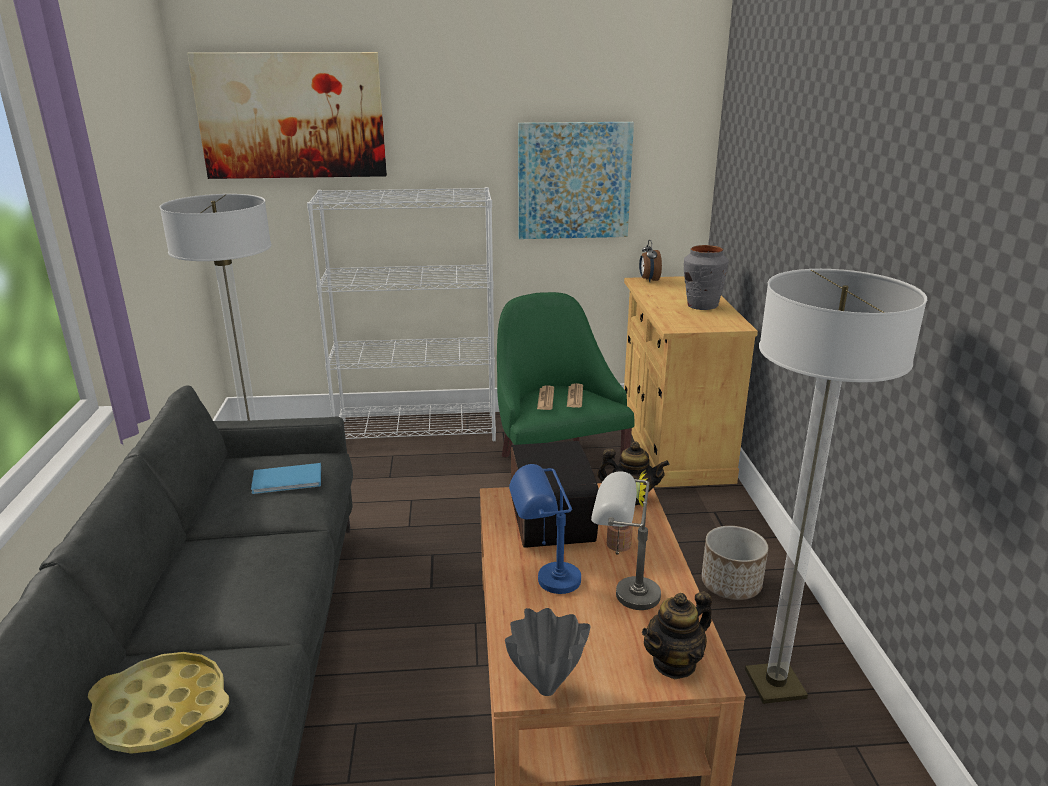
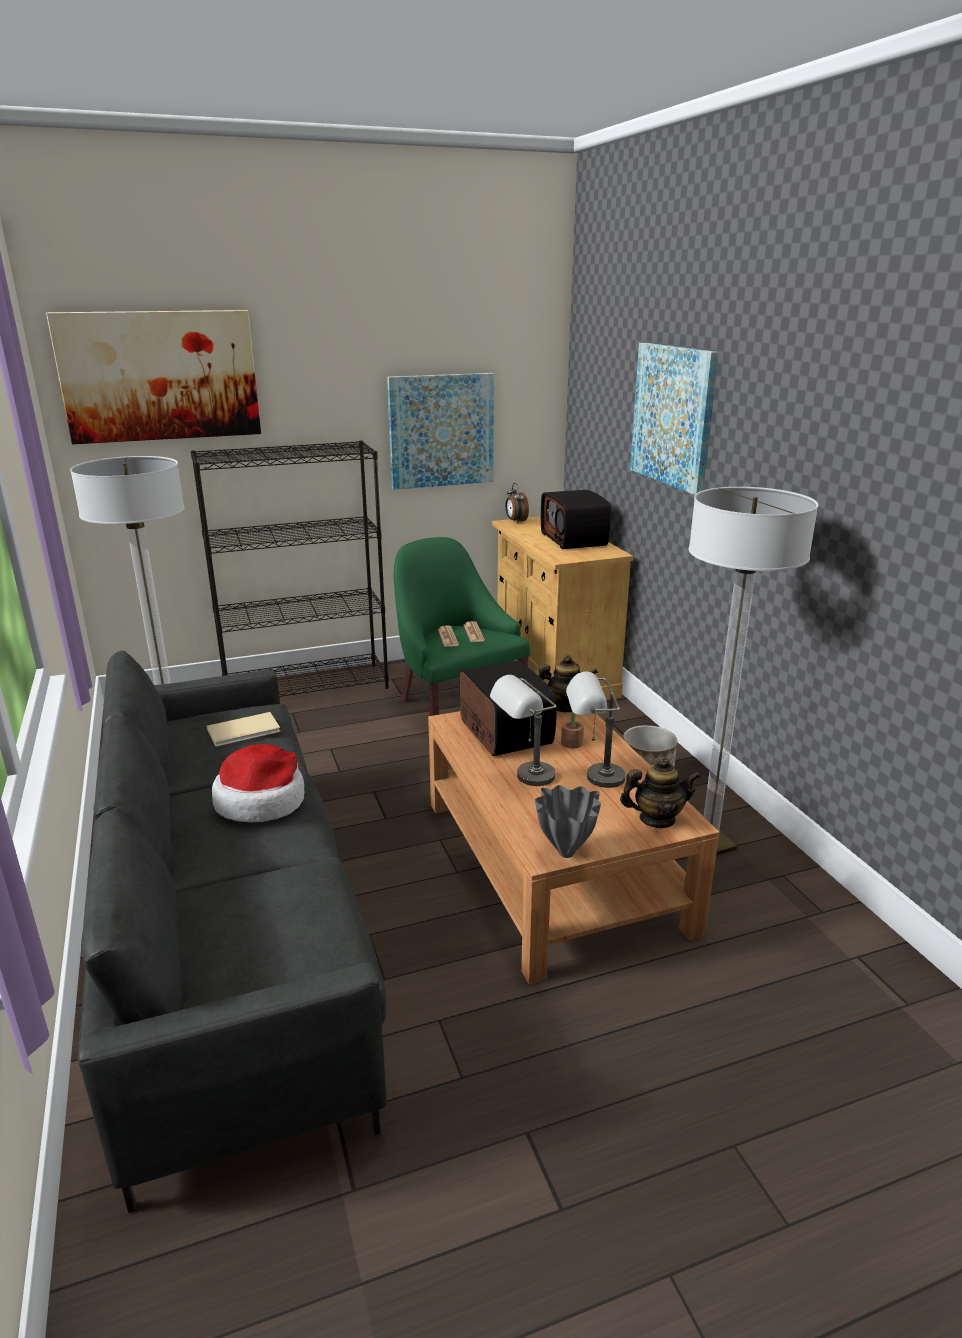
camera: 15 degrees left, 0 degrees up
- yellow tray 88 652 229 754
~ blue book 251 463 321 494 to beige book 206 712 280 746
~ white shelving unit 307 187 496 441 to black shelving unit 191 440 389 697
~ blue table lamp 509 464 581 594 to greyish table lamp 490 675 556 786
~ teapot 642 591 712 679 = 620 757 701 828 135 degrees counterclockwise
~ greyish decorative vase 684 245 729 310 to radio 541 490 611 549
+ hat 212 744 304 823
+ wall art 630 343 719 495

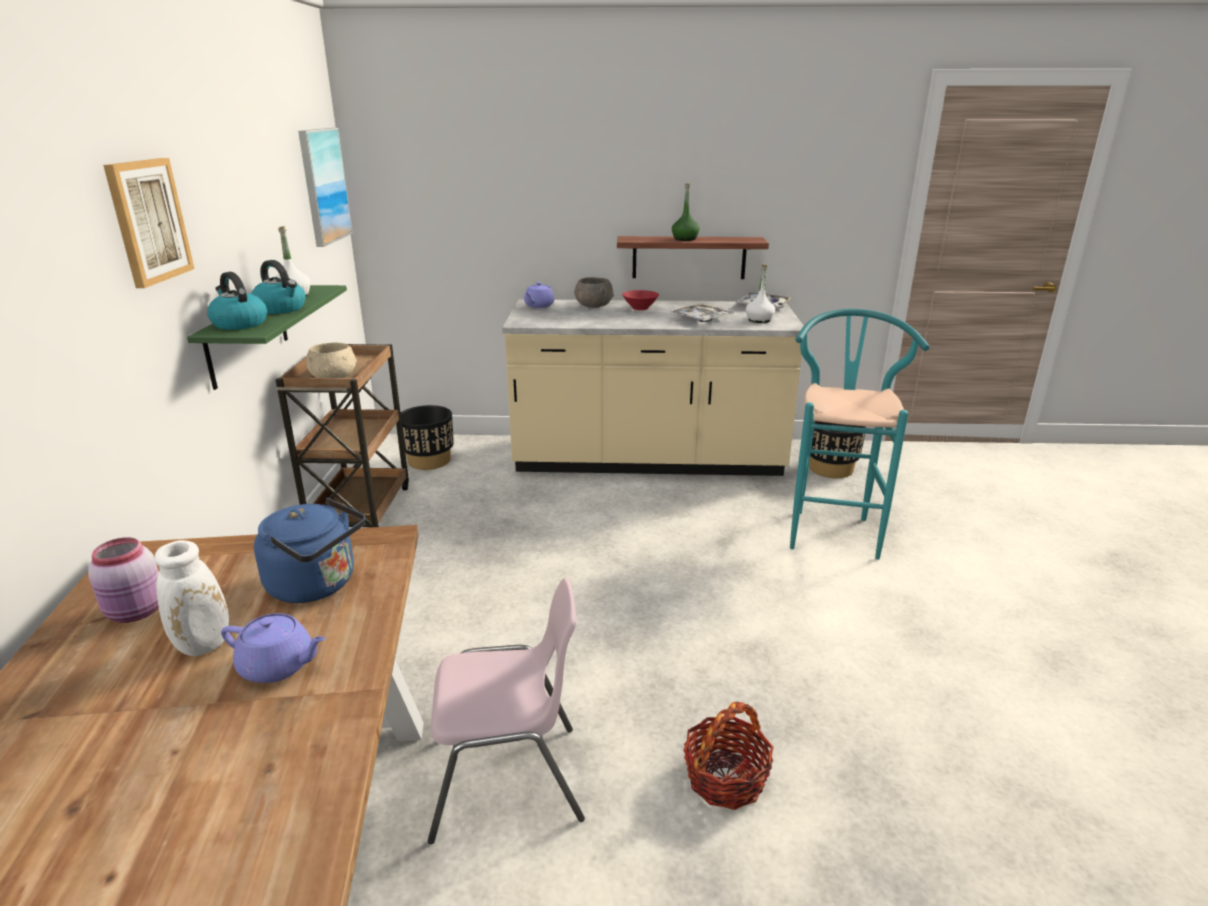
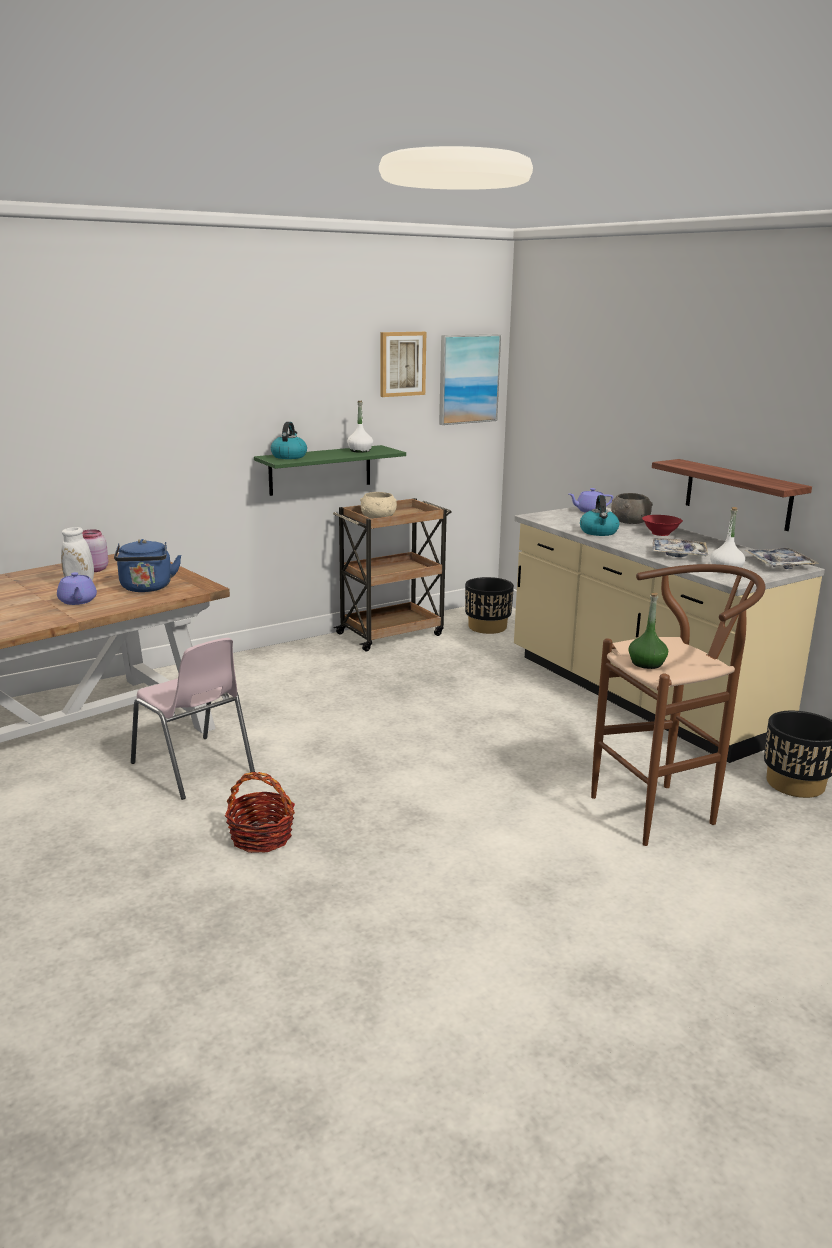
camera: 55 degrees right, 5 degrees down
~ wall art 103 158 194 288 to 380 332 426 397
~ water kettle 251 260 306 314 to 580 495 619 536
~ green beverage bottle 672 183 700 241 to 628 593 668 669
~ blue-green stool 790 309 930 560 to brownish stool 591 564 765 846

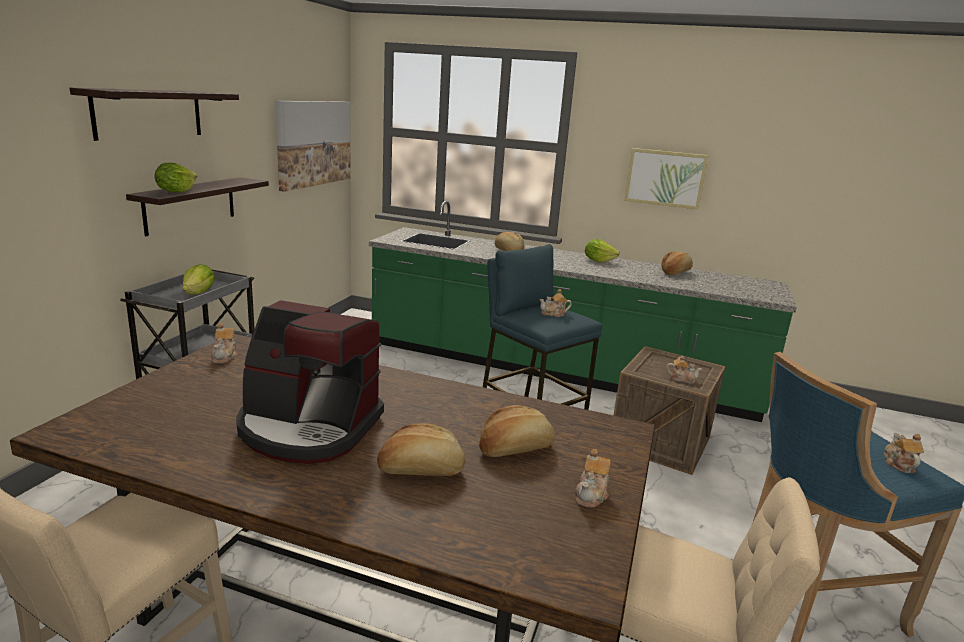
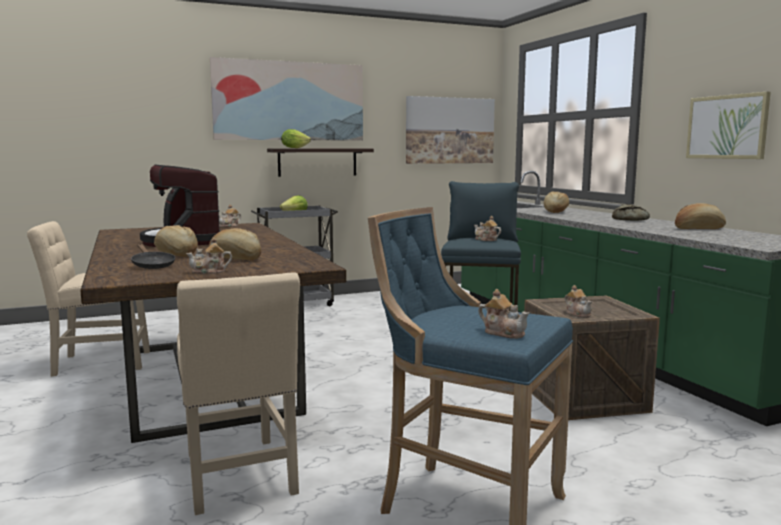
camera: 50 degrees right, 10 degrees down
~ wall shelf 70 88 239 141 to wall art 210 57 363 141
~ lettuce head 585 239 620 262 to bakery bread 612 204 650 221
~ teapot 884 433 924 473 = 478 289 529 339 75 degrees clockwise
+ black skillet 131 244 175 269

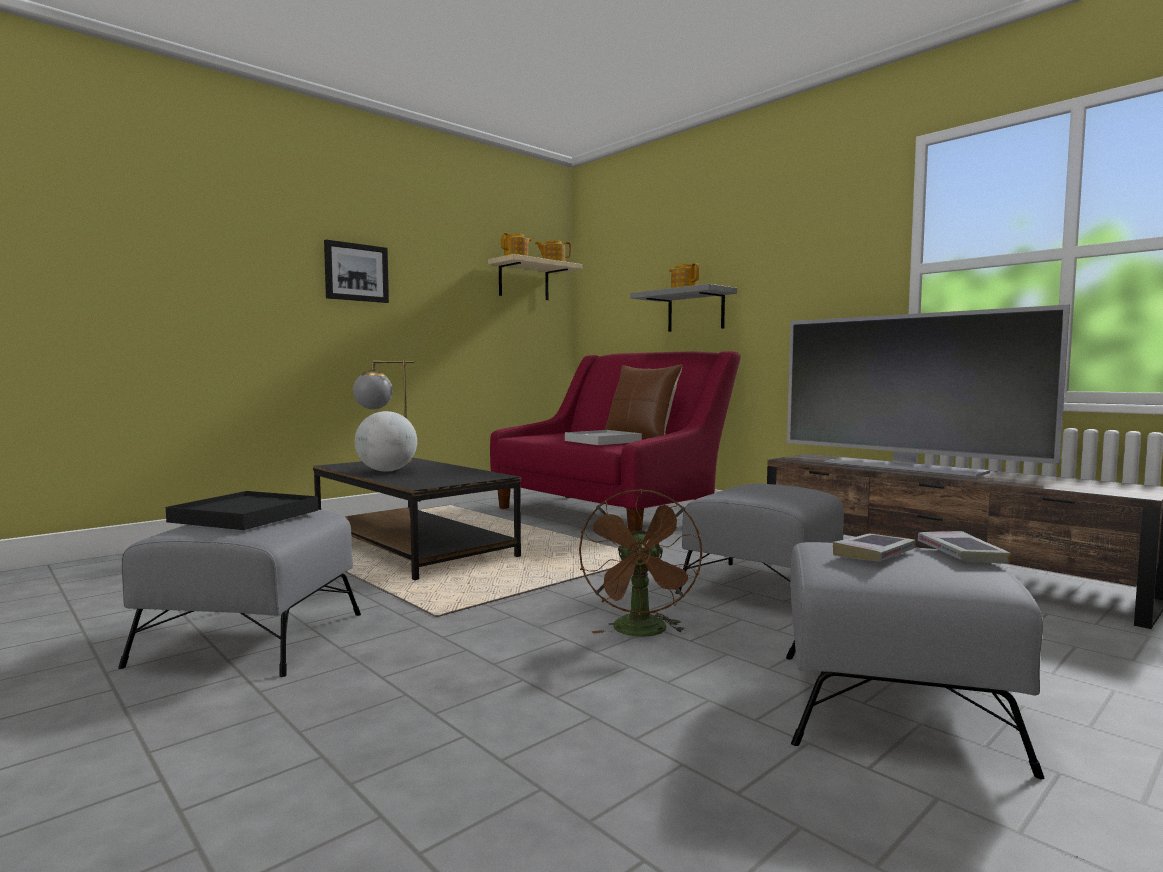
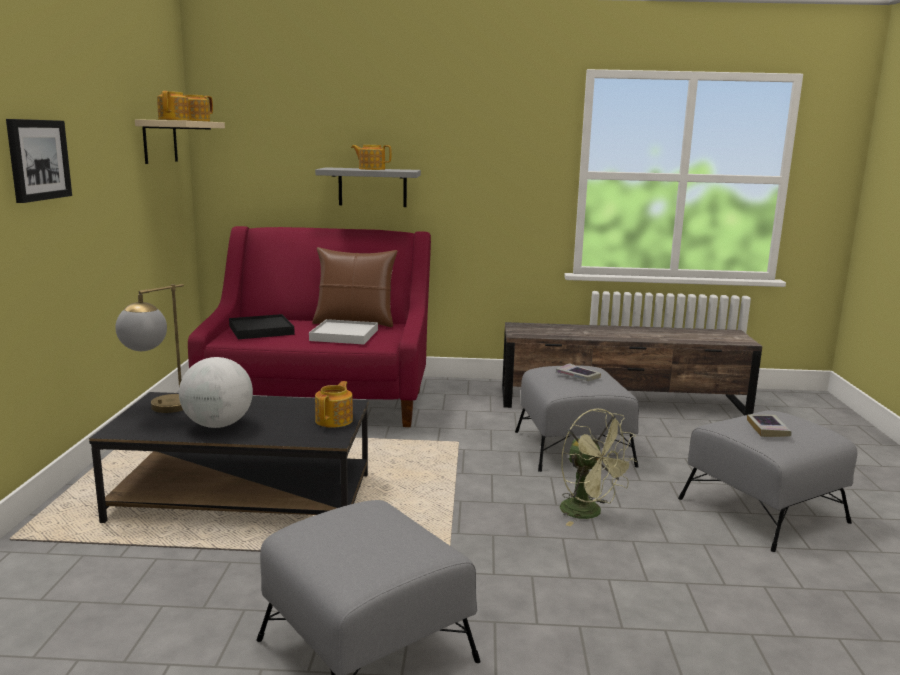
camera: 45 degrees left, 10 degrees up
~ black tray 166 491 318 530 to 229 314 295 339
~ brownish fan 579 489 702 637 to green fan 560 408 637 526
- TV set 787 305 1070 478
~ book 918 531 1011 564 to 556 363 601 381
+ teapot 315 381 353 428

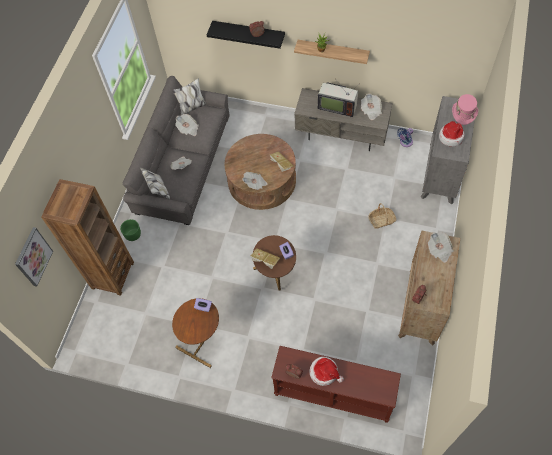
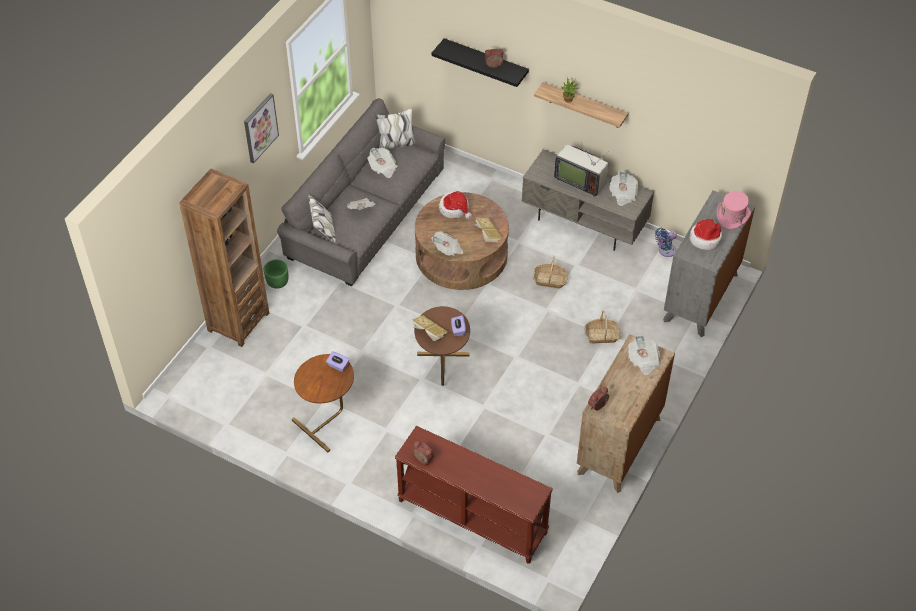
camera: 10 degrees right, 10 degrees down
~ wall art 15 227 53 287 to 244 93 279 164
~ hat 310 357 344 386 to 439 191 472 219
+ basket 533 256 568 288

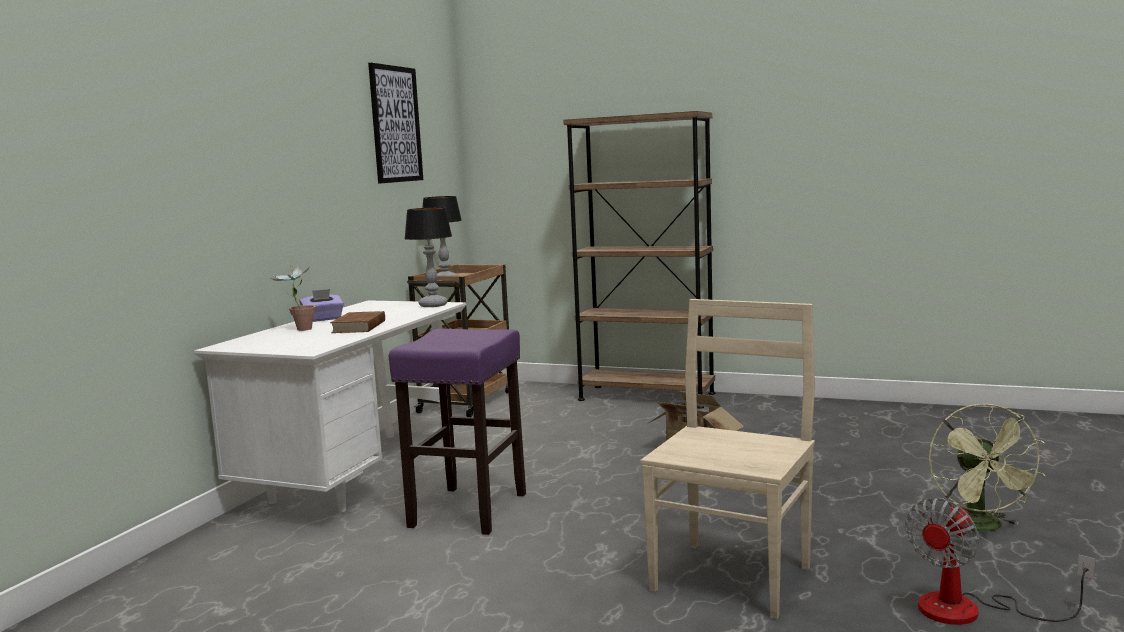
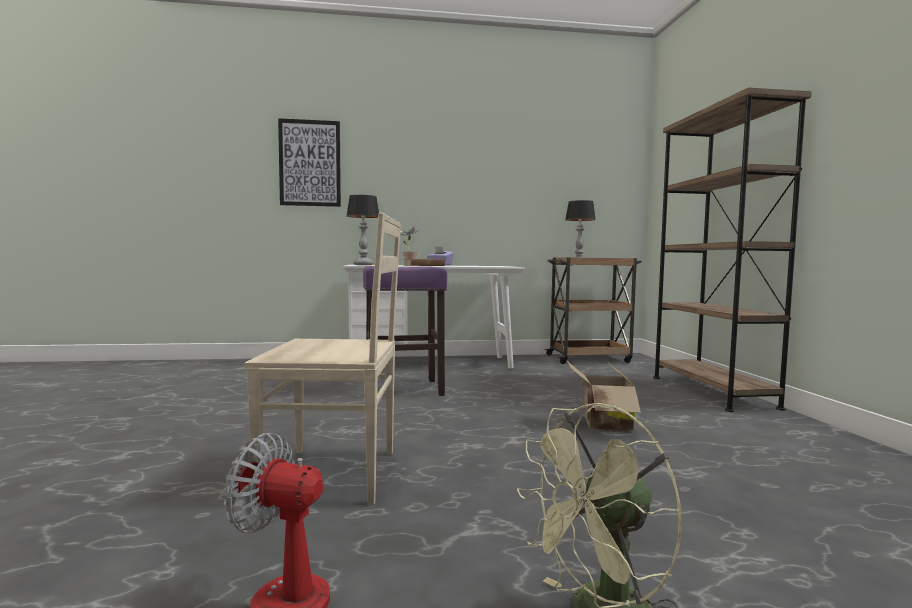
camera: 60 degrees right, 5 degrees down
~ wall art 368 63 423 184 to 278 118 341 207
~ table lamp 404 207 452 307 to 347 195 379 265

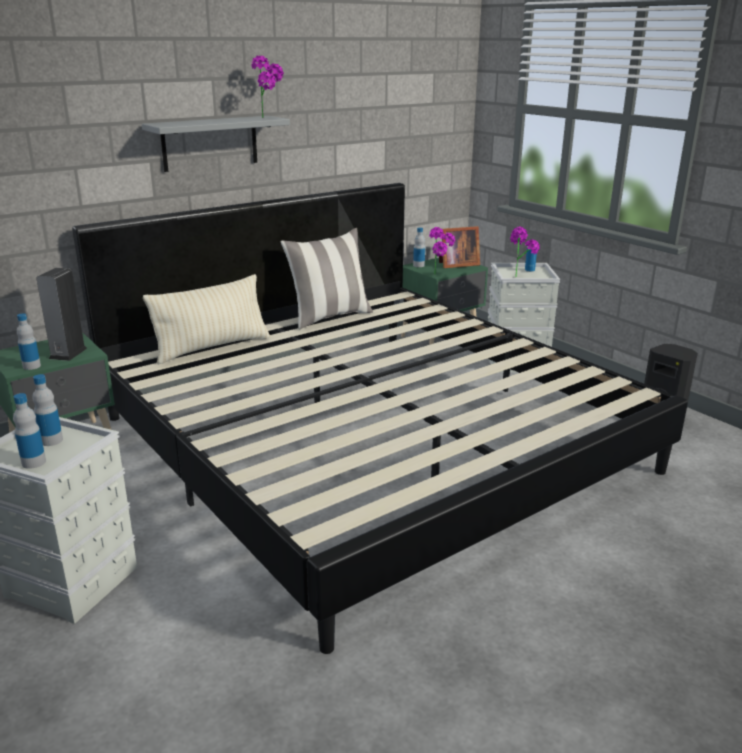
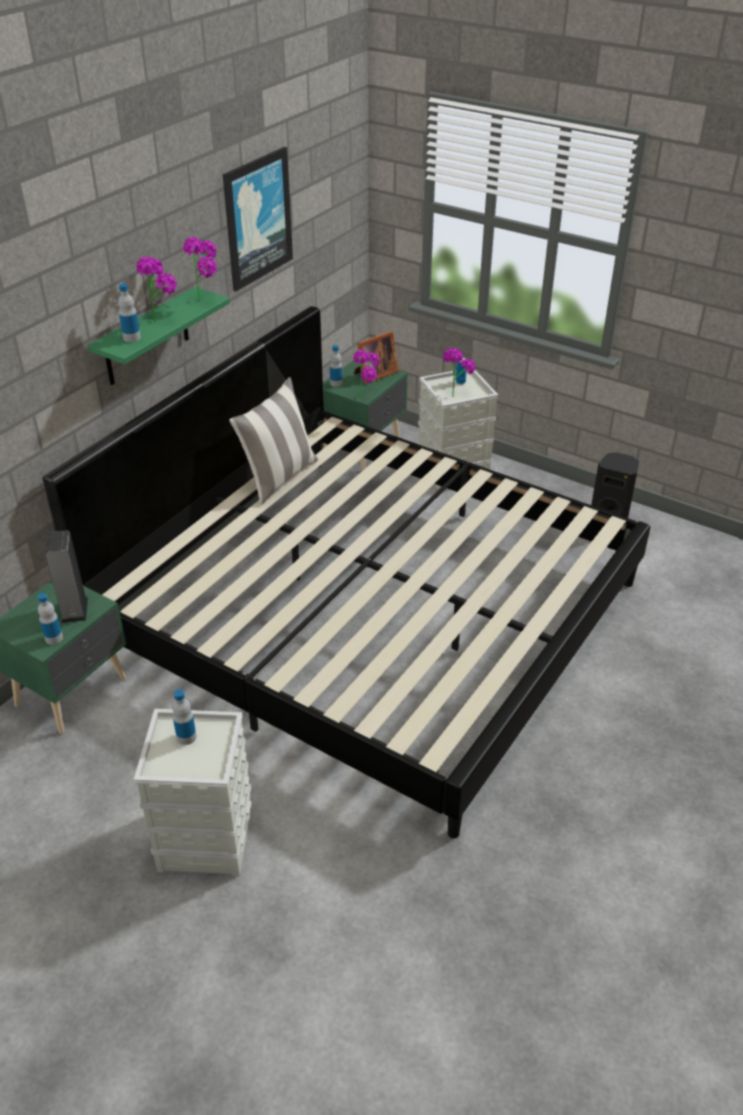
camera: 20 degrees left, 15 degrees up
~ beverage bottle 13 393 46 469 to 118 283 141 342
~ greyish wall shelf 142 116 290 172 to green wall shelf 87 287 230 385
- beige cushion 143 274 270 365
+ potted plant 136 256 177 322
+ wall art 223 147 293 291

